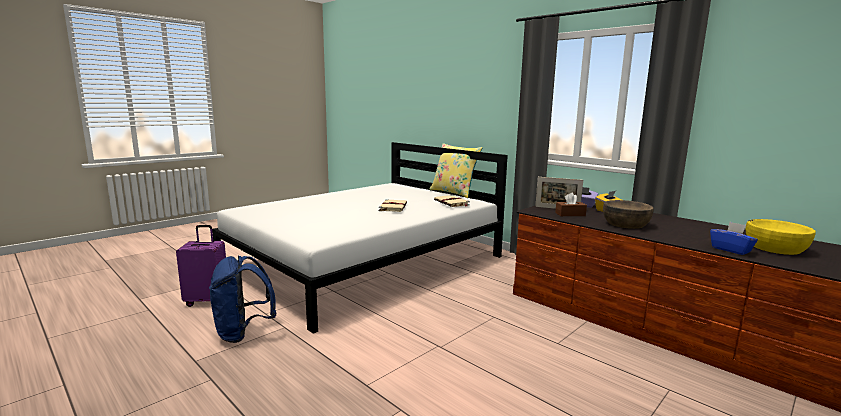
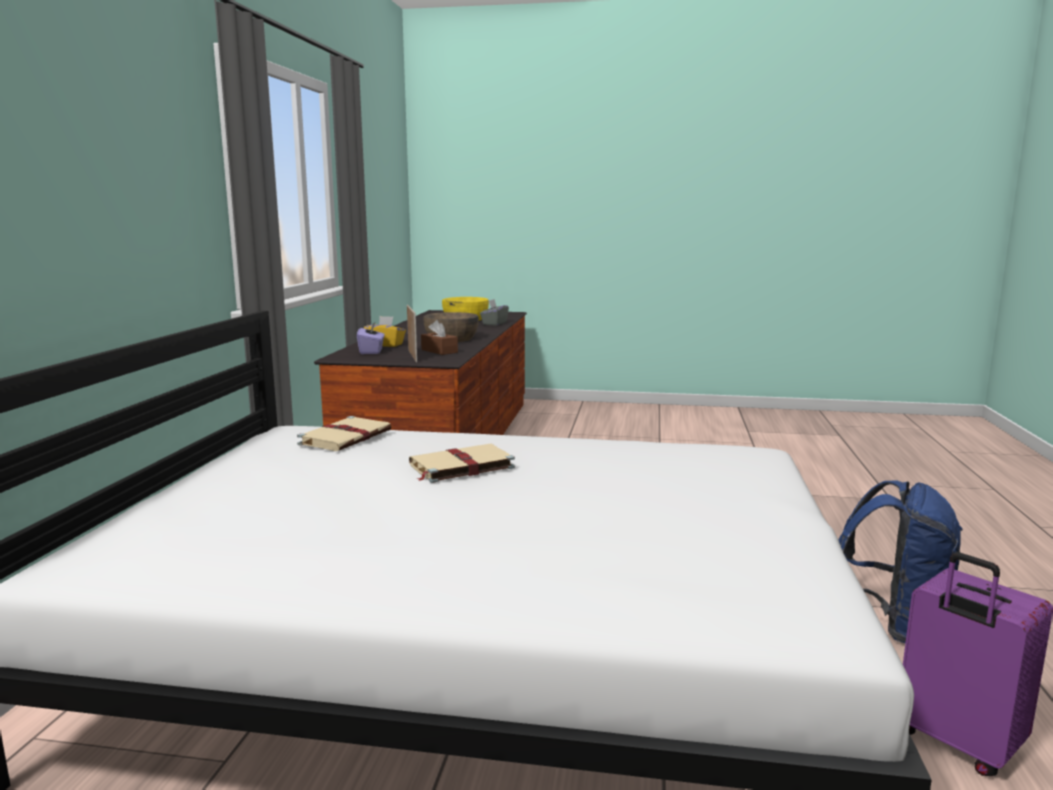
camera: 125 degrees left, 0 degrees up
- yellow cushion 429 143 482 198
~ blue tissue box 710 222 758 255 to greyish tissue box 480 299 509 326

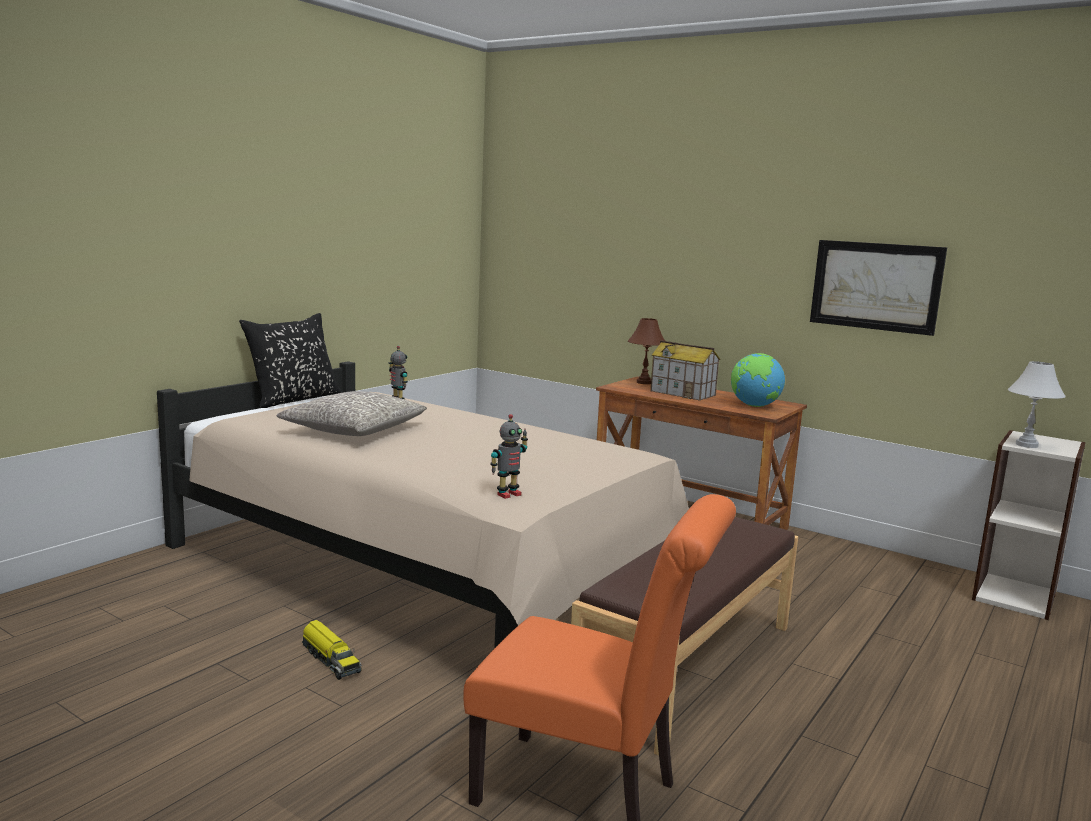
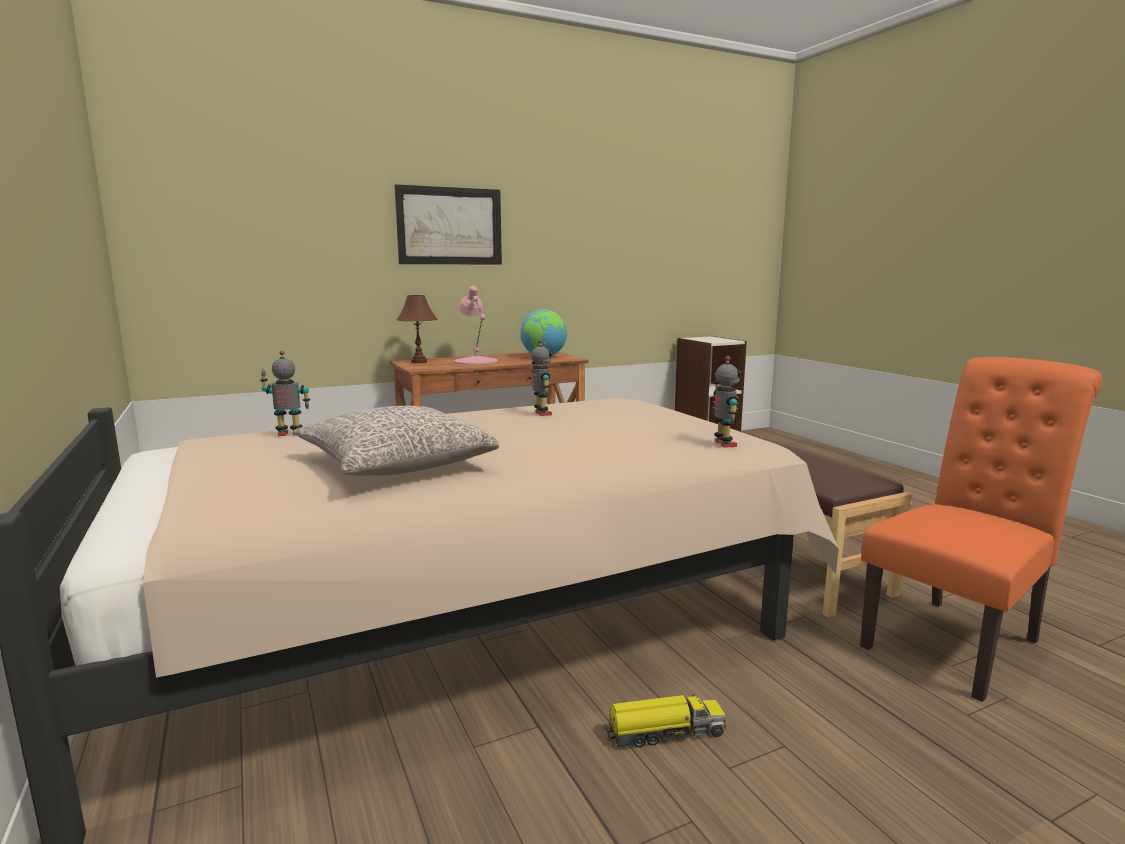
camera: 60 degrees left, 0 degrees up
- black cushion 239 313 341 408
~ miniature house 650 340 720 401 to pinkish table lamp 454 286 498 365
~ wall art 810 240 947 336 to 394 184 502 264
- white table lamp 1008 361 1066 448
+ robot figure 531 339 552 416

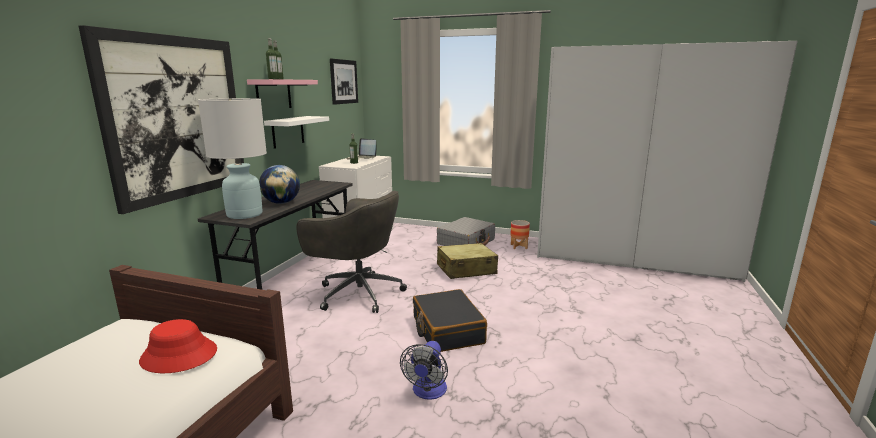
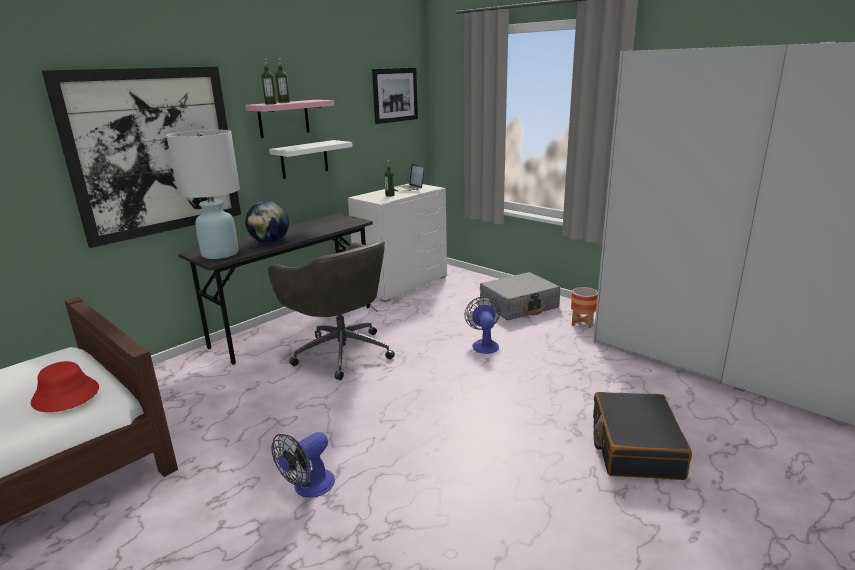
camera: 25 degrees right, 5 degrees up
~ black travel case 413 289 487 352 to 593 392 692 480
~ beige travel case 437 243 498 279 to fan 465 296 501 354

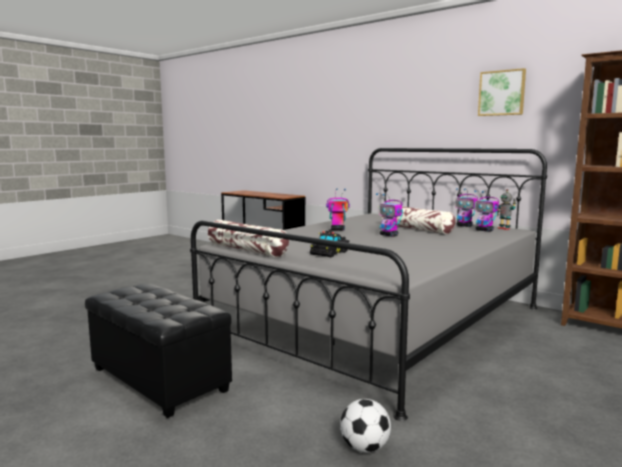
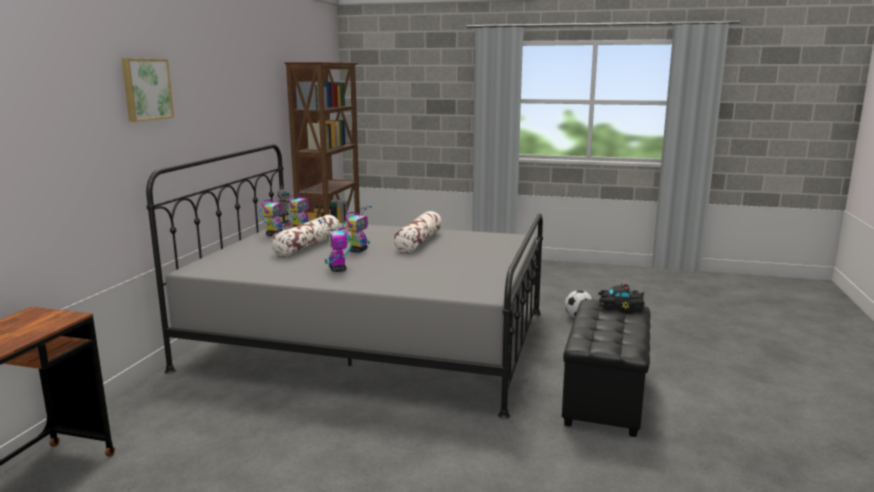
camera: 115 degrees left, 5 degrees up
~ cushion 208 220 289 257 to 393 211 442 253
~ black miniature car 310 229 350 257 to 598 283 645 312
~ wall art 478 68 526 116 to 121 58 174 122

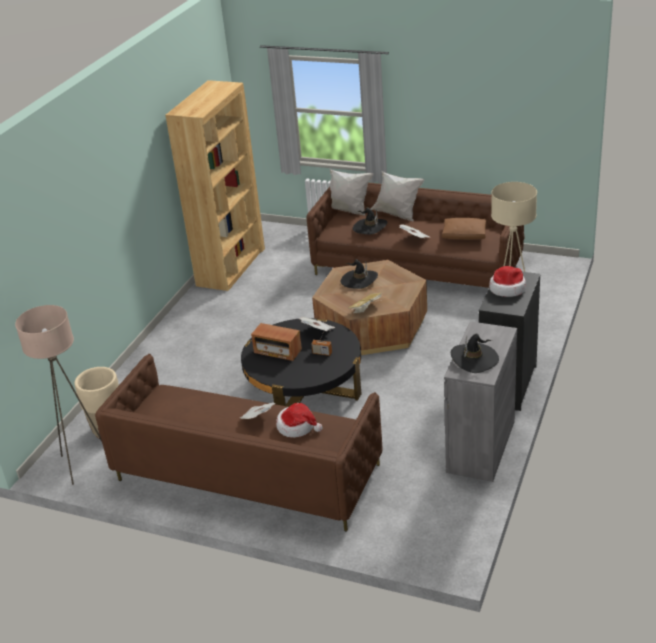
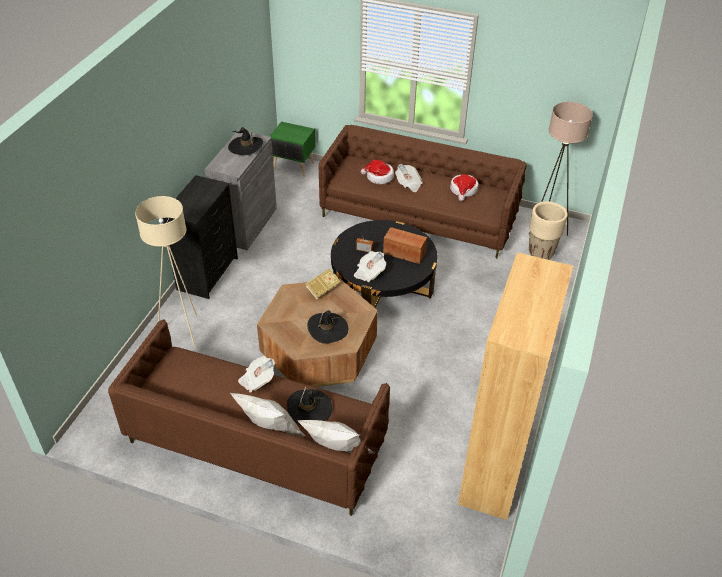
camera: 175 degrees right, 10 degrees up
- brownish cushion 442 218 487 240
~ hat 489 266 526 297 to 450 174 479 201
+ green bedside table 269 122 315 177

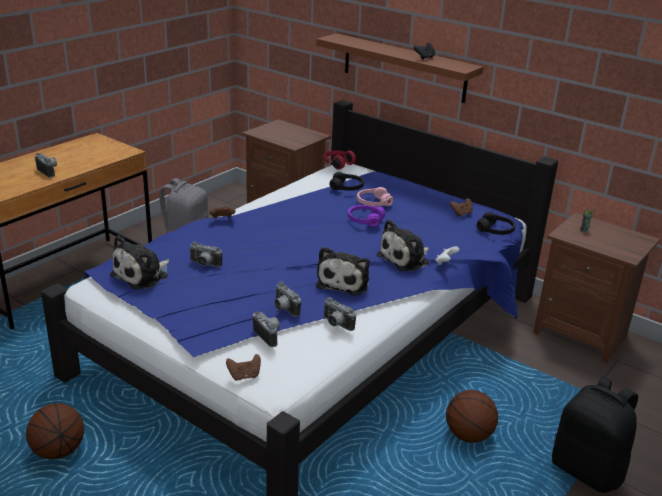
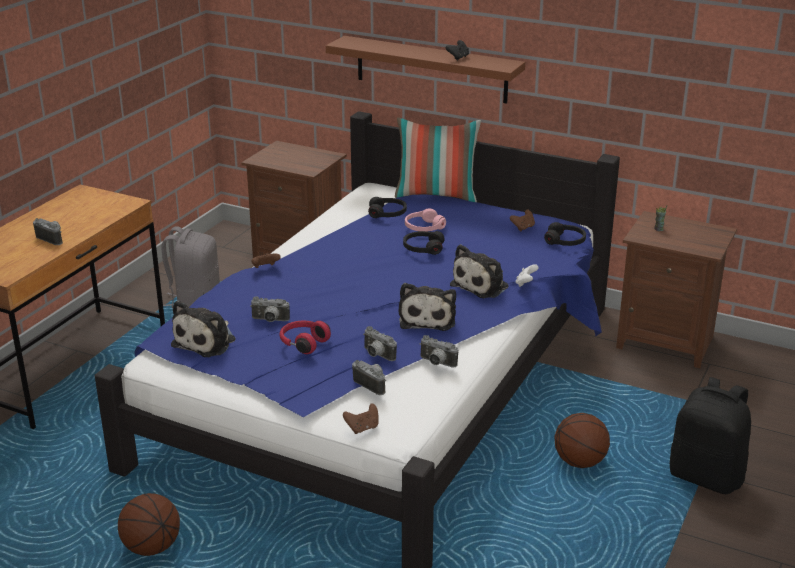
camera: 10 degrees left, 0 degrees up
~ red-coloured pair of headphones 323 150 356 169 to 279 321 331 354
~ purple-coloured pair of headphones 348 205 385 227 to black pair of headphones 403 231 445 255
+ cushion 395 118 481 202

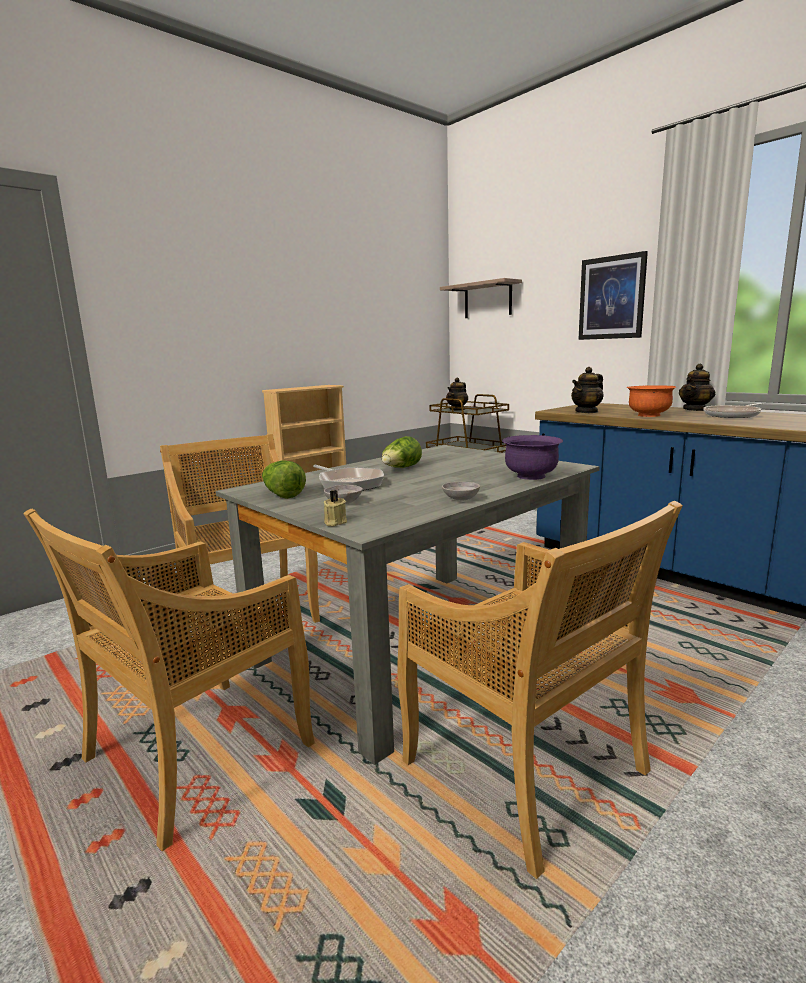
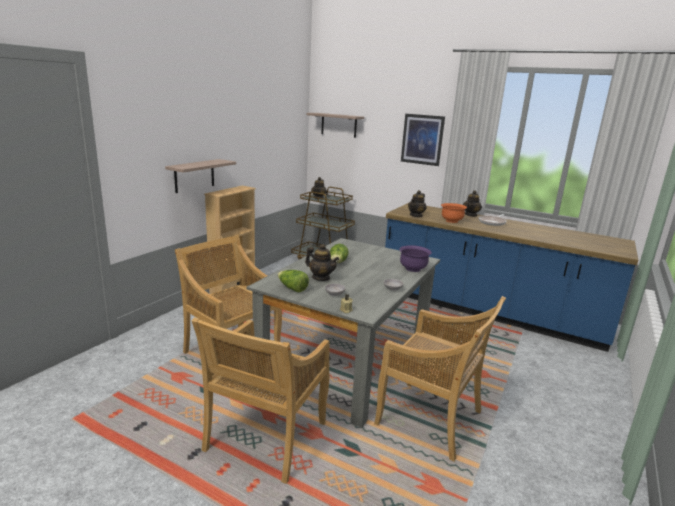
camera: 20 degrees left, 5 degrees up
~ skillet 313 465 384 491 to teapot 305 244 339 281
+ wall shelf 165 159 236 193

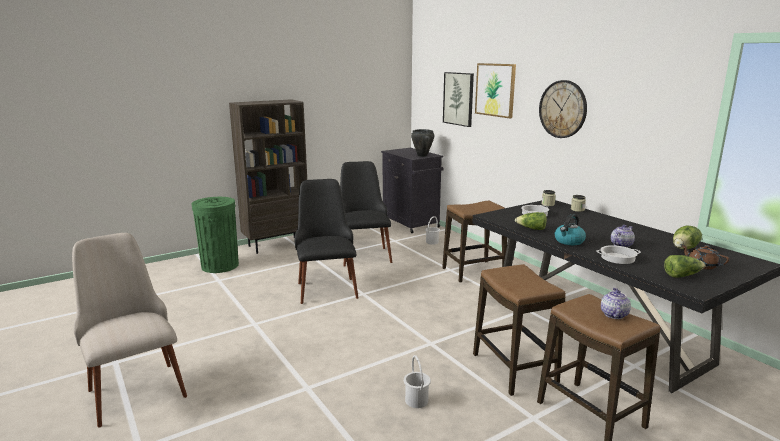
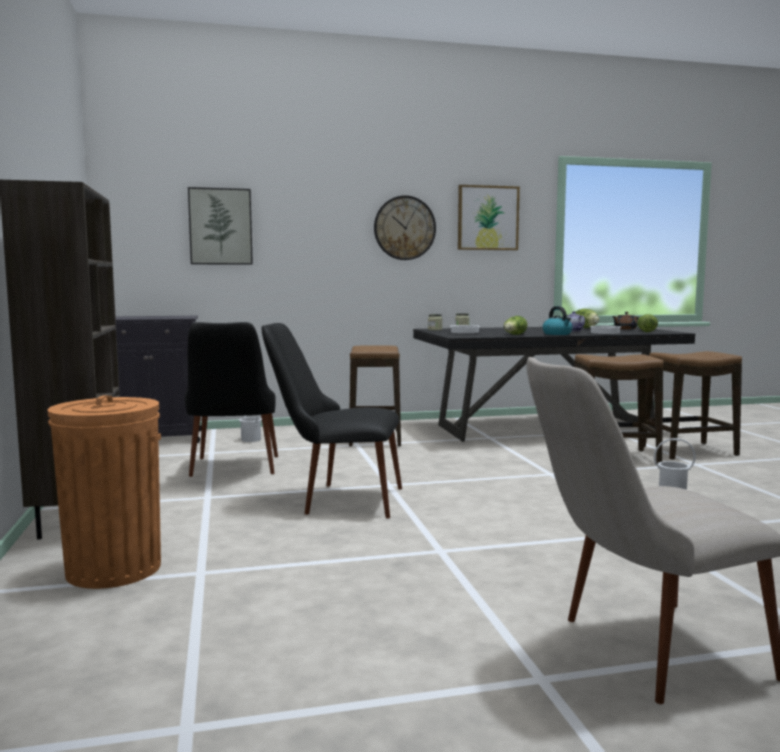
camera: 70 degrees left, 10 degrees down
~ green waste bin 192 197 239 273 to orangey waste bin 48 396 161 589
~ black upright chair 340 161 392 267 = 185 322 278 477 105 degrees counterclockwise
- black saucepot 411 129 435 157
~ wall art 475 63 516 118 to 458 185 520 250
- teapot 601 287 631 319

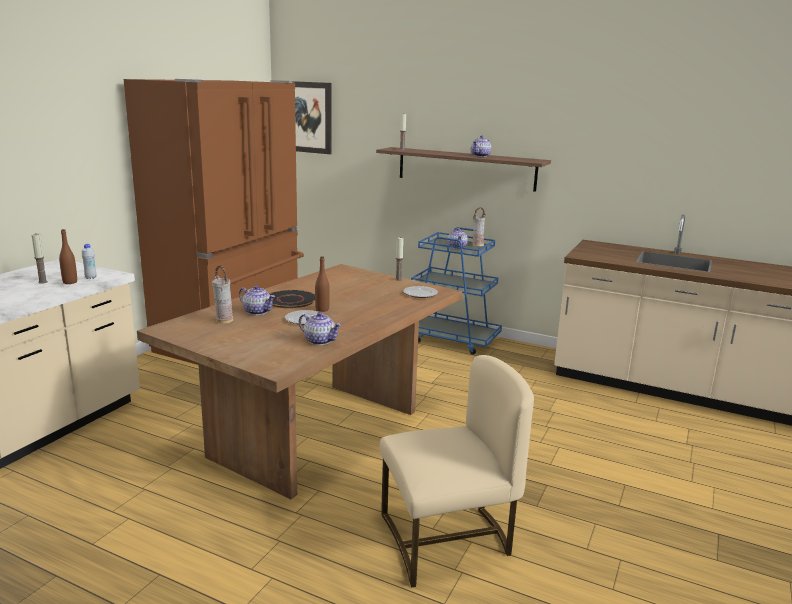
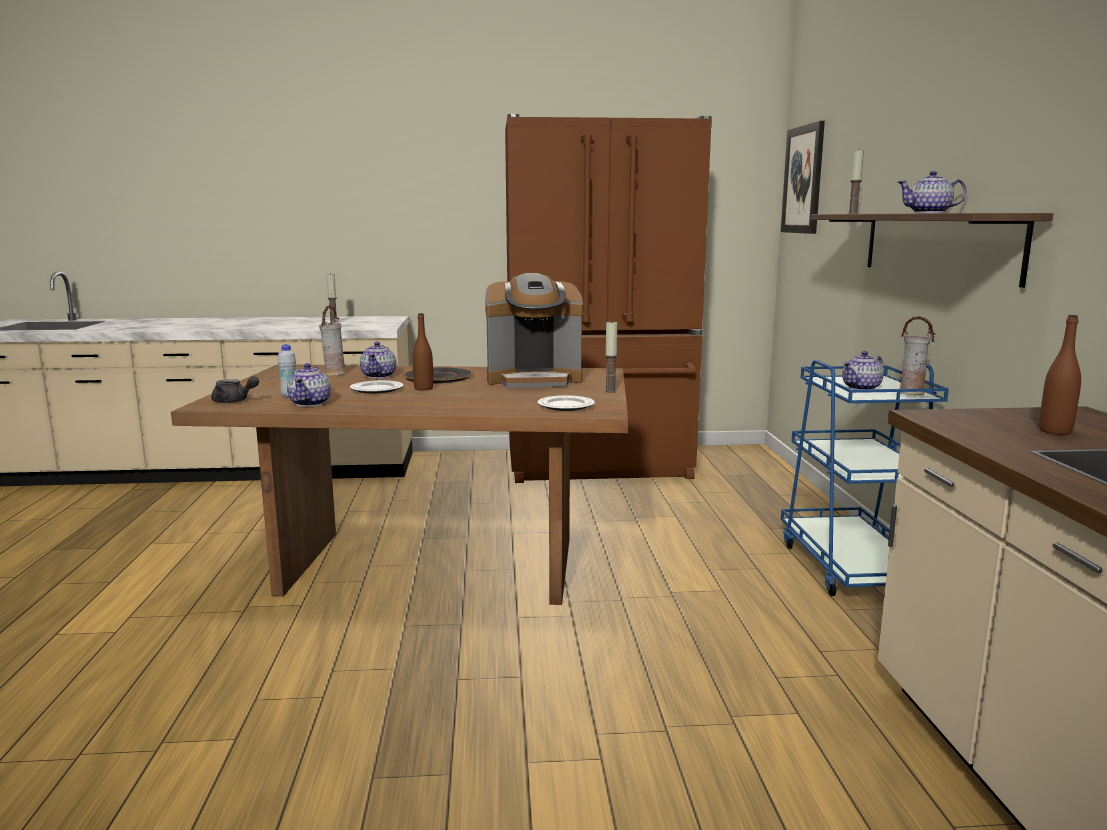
camera: 60 degrees right, 5 degrees down
~ brownish beverage bottle 59 229 77 284 to 1039 315 1081 435
~ white beverage bottle 82 244 97 279 to 278 344 296 398
- beige upright chair 380 355 534 588
+ greyish teapot 211 376 259 403
+ coffee machine 485 273 583 388

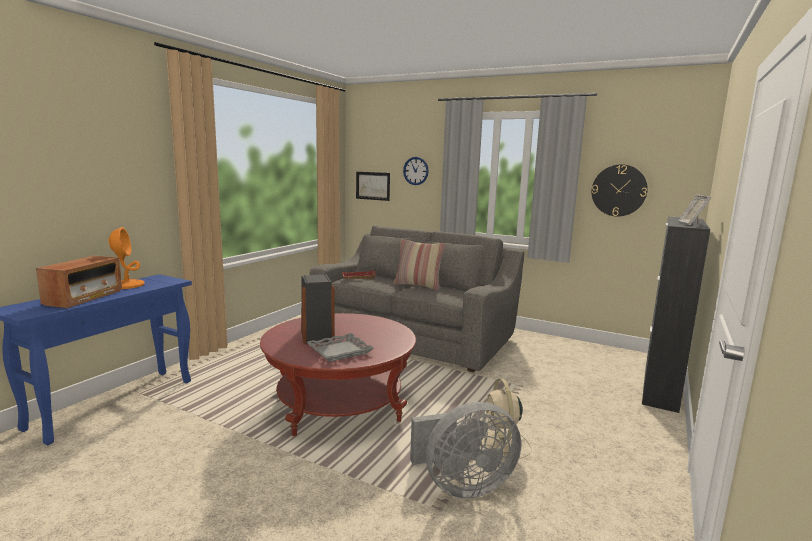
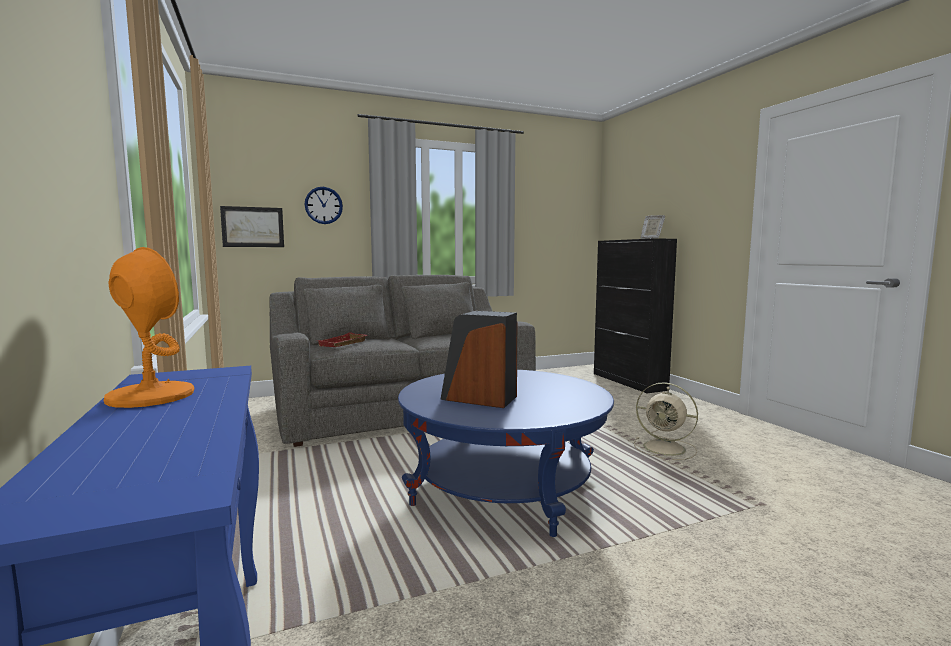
camera: 50 degrees left, 5 degrees down
- radio 36 255 122 308
~ red-coloured coffee table 260 313 416 436 to blue coffee table 398 370 614 537
- greyish tray 306 333 374 362
- cushion 393 239 446 290
- greyish fan 410 402 521 499
- clock on the wall 592 164 648 216

